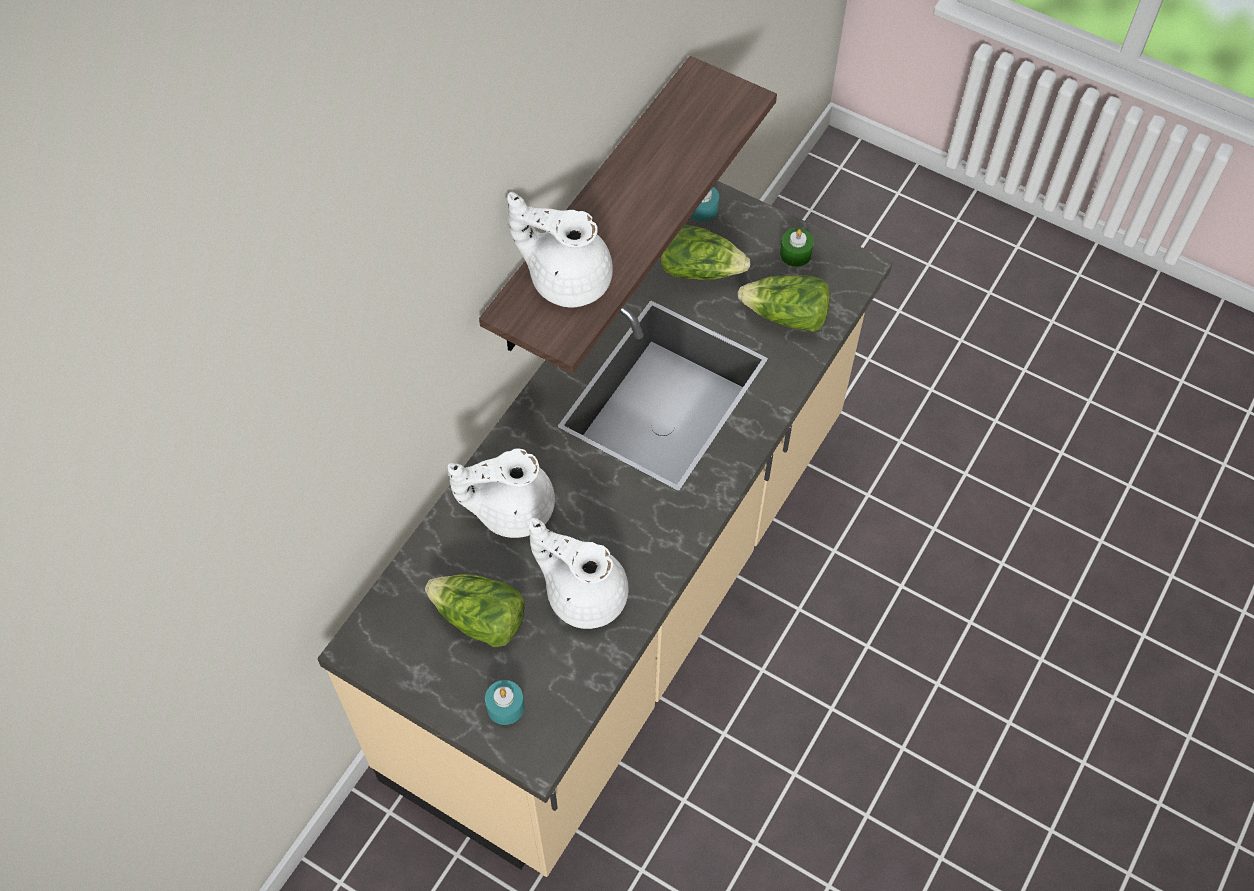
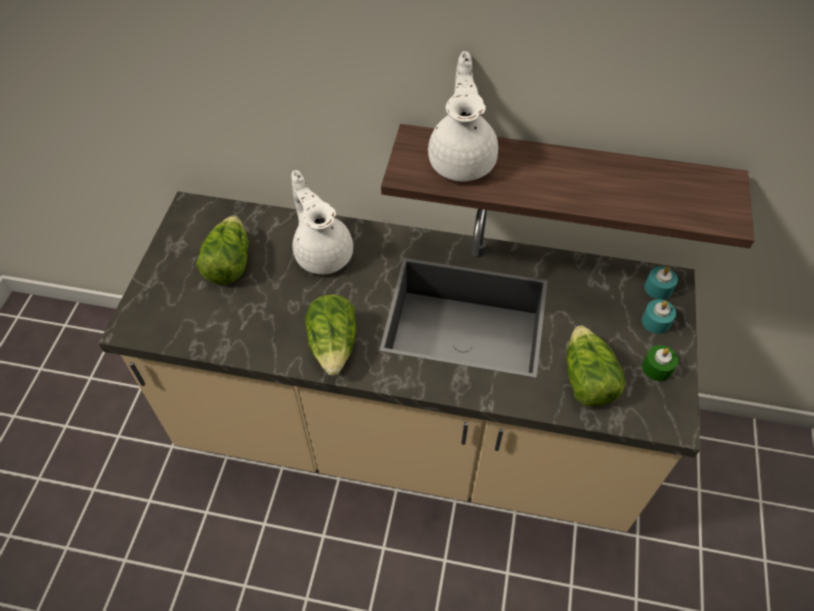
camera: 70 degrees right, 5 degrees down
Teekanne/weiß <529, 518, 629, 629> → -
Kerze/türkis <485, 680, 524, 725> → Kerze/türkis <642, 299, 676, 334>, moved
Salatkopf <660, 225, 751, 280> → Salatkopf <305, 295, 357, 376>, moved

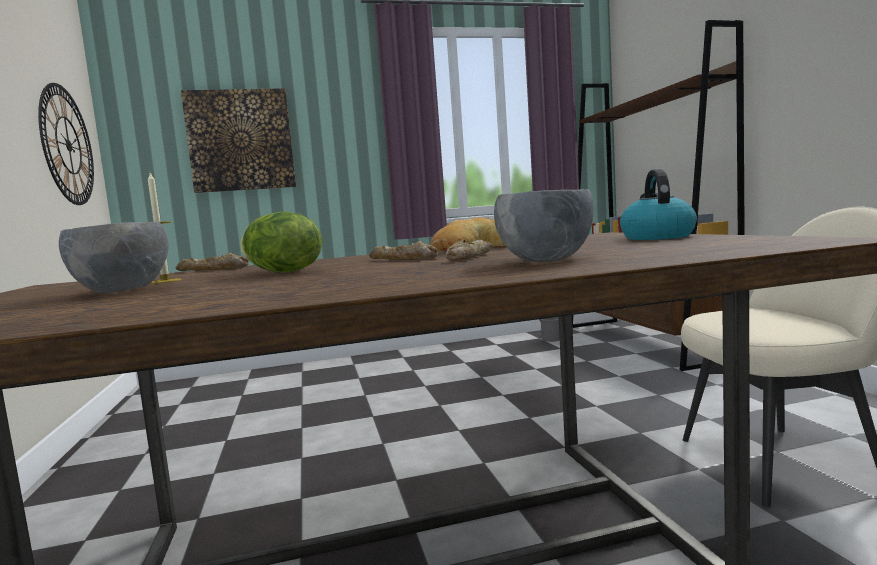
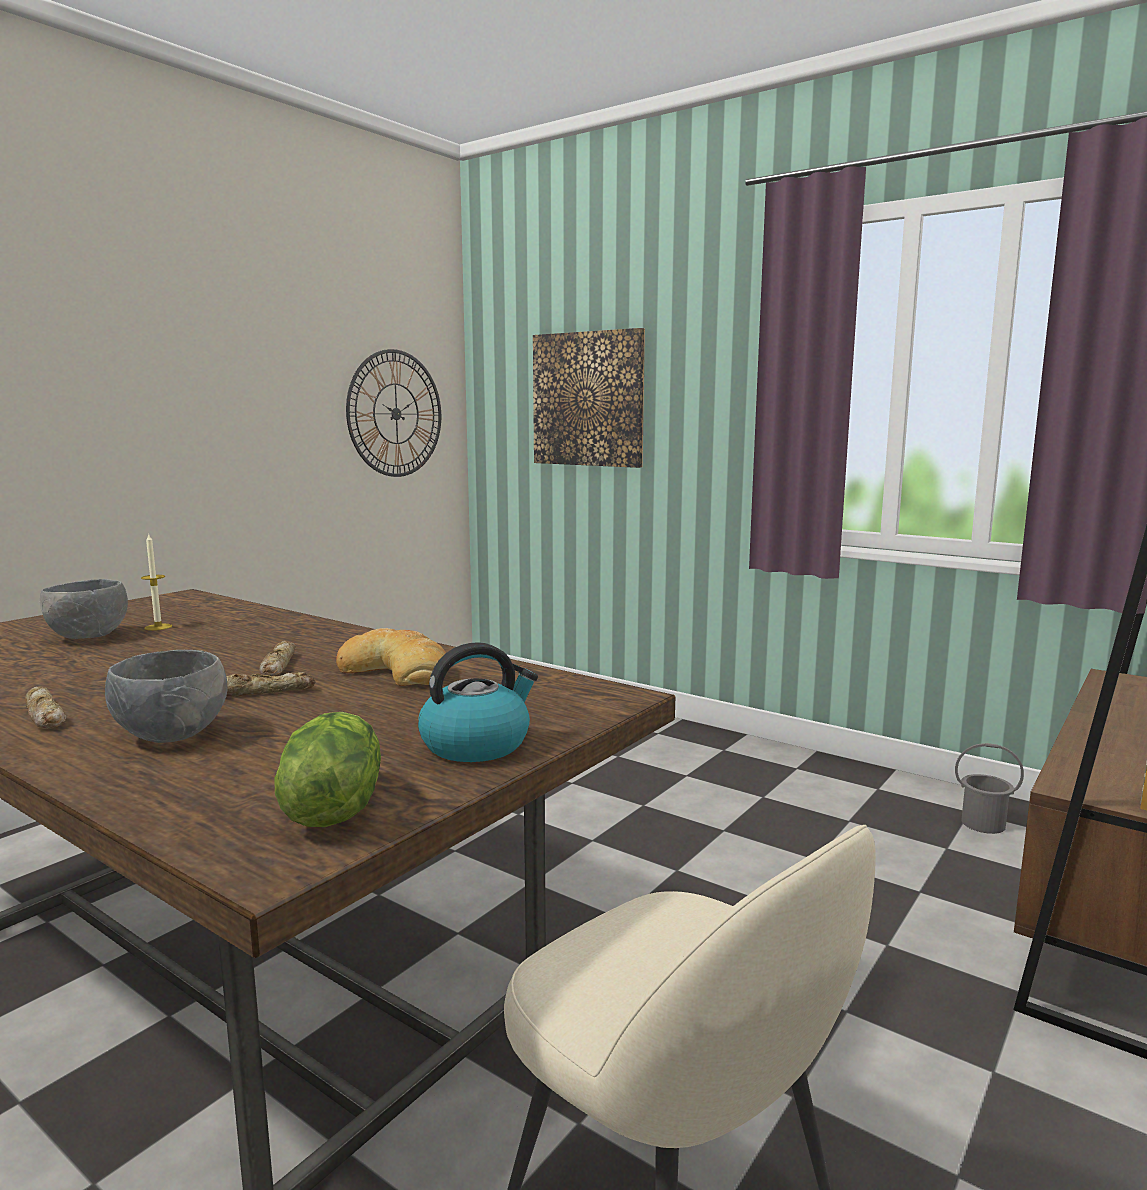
camera: 50 degrees right, 5 degrees up
Brot <176, 252, 249, 271> → Brot <25, 687, 66, 729>, moved
Salatkopf <240, 212, 322, 273> → Salatkopf <274, 712, 381, 827>, moved

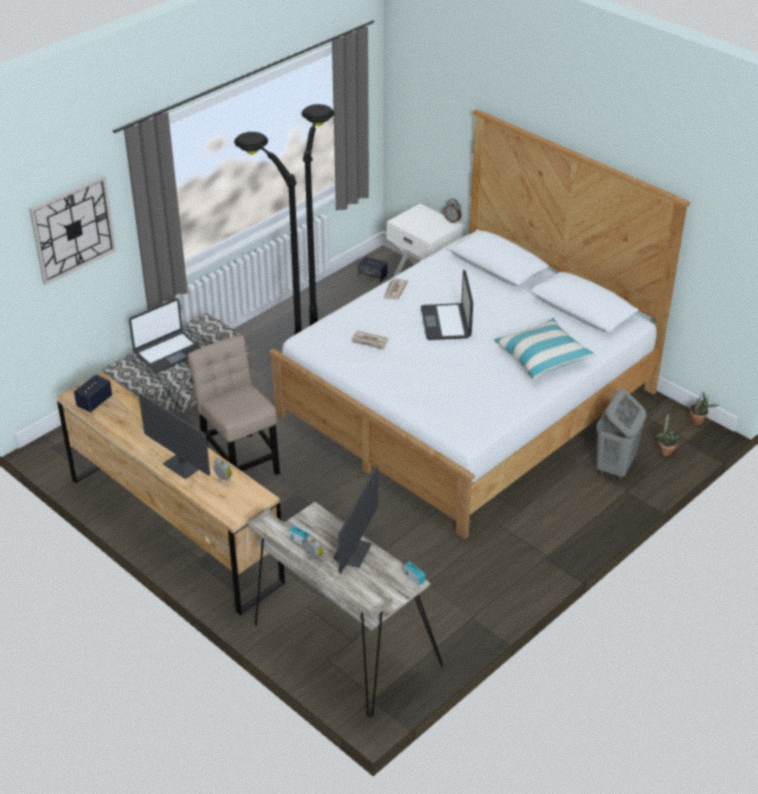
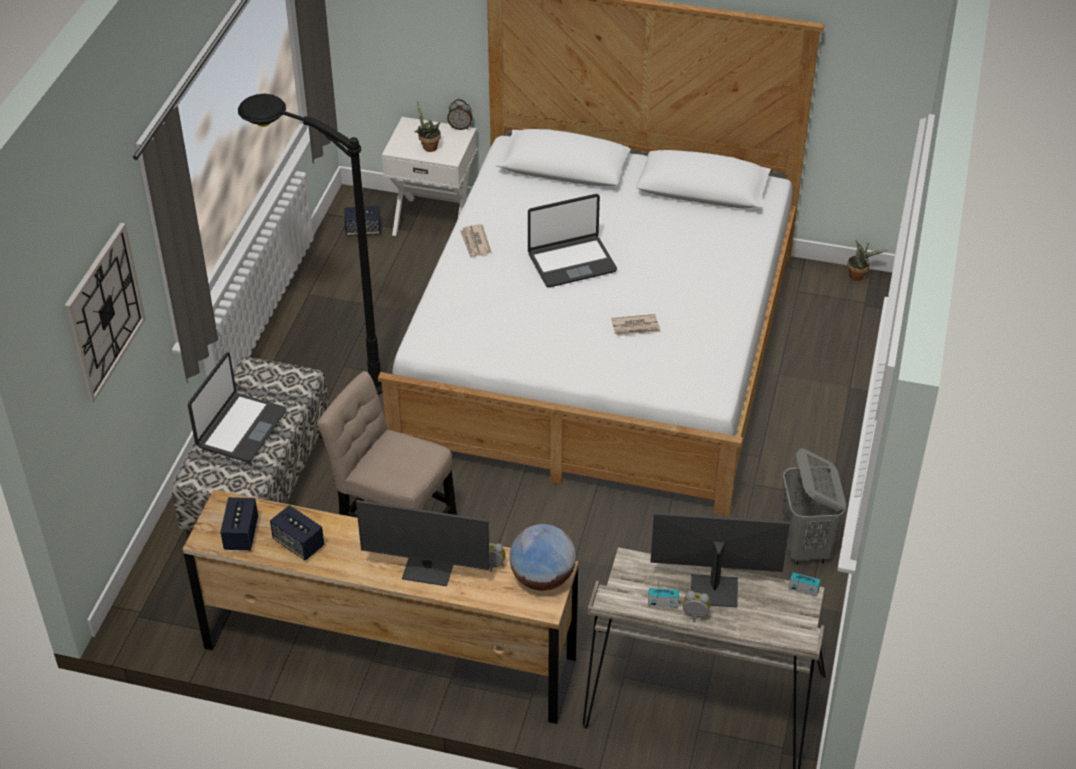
camera: 30 degrees left, 5 degrees up
Stehlampe/schwarz <301, 104, 334, 326> → -
Kissen <494, 318, 596, 380> → -
- → Lautsprecher <270, 505, 324, 561>
- → Globus <510, 524, 576, 591>
Zeitung <351, 331, 389, 350> → Zeitung <611, 314, 661, 336>, moved
Wäschekorb/grau <596, 389, 646, 480> → Wäschekorb/grau <782, 448, 846, 564>, moved
Topfpflanze <656, 412, 680, 456> → Topfpflanze <414, 101, 441, 152>, moved
Monitor <333, 466, 378, 574> → Monitor <650, 512, 790, 607>, 75 degrees counterclockwise
Laptop <421, 270, 473, 340> → Laptop <528, 194, 617, 287>, 75 degrees counterclockwise

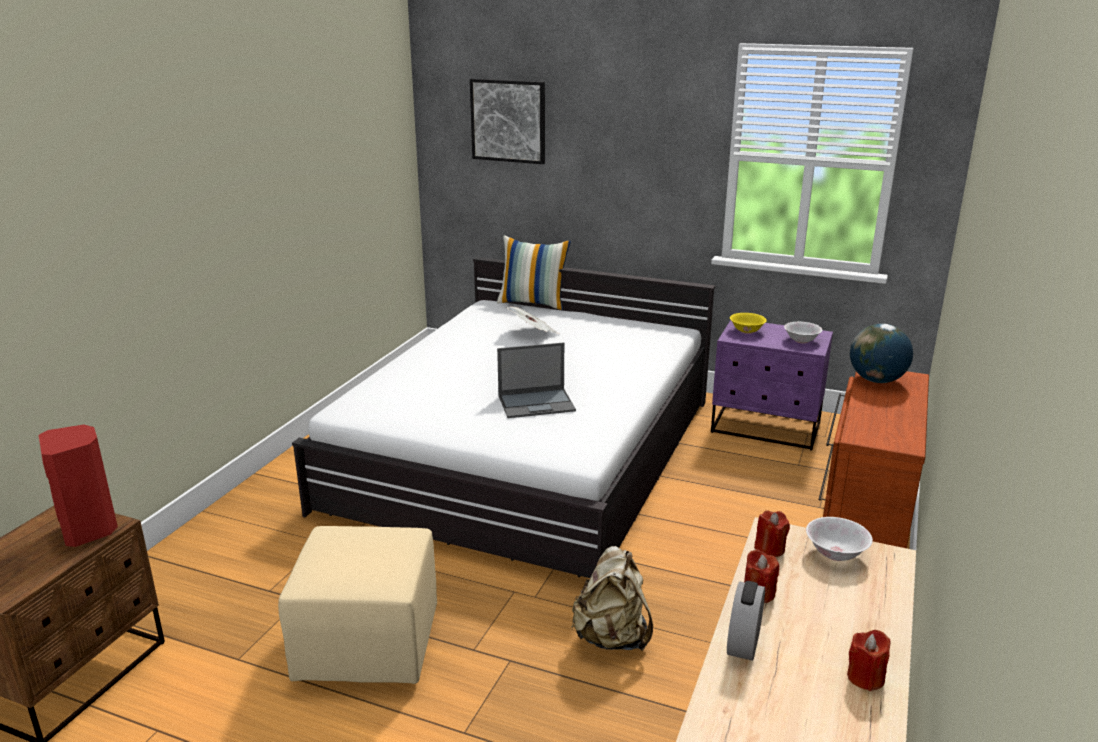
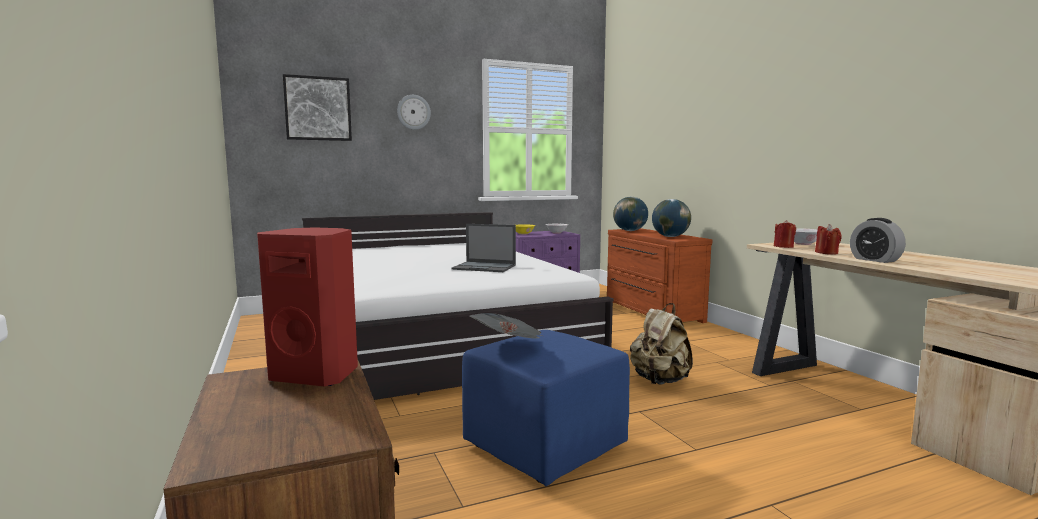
camera: 45 degrees left, 15 degrees down
Kissen <497, 235, 571, 310> → -
Kerze/rot <847, 630, 890, 691> → -
- → Wanduhr <397, 95, 431, 130>
- → Globus <652, 199, 691, 237>
Zeitung <506, 306, 560, 334> → Zeitung <469, 313, 542, 339>, moved
Polsterhocker/beige <278, 526, 437, 684> → Polsterhocker/blau <462, 330, 630, 486>
Laptop <497, 342, 576, 418> → Laptop <451, 224, 516, 272>, 75 degrees clockwise

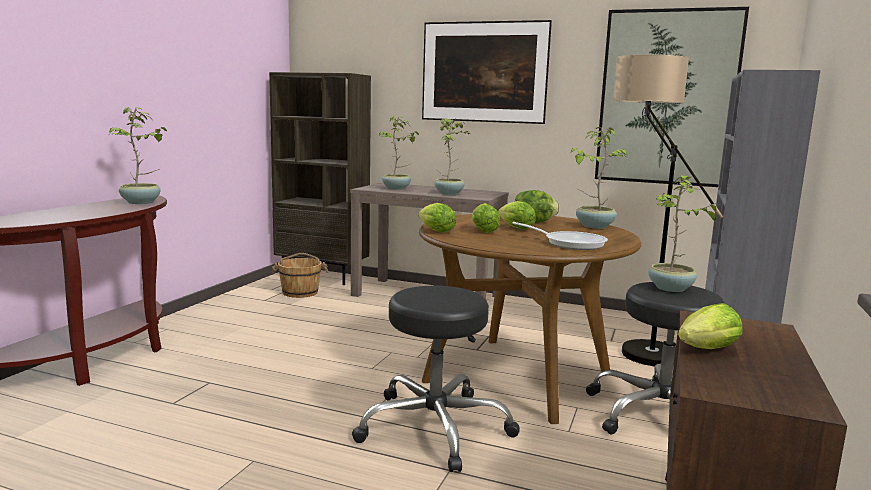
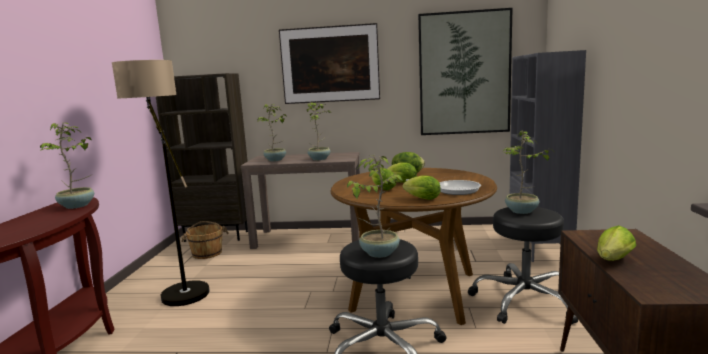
camera: 15 degrees left, 0 degrees up
Salatkopf <418, 203, 456, 233> → Salatkopf <402, 175, 441, 200>, moved
Topfpflanze <571, 127, 628, 229> → Topfpflanze <347, 155, 403, 258>, moved
Stehlampe <613, 55, 724, 366> → Stehlampe <112, 60, 210, 306>, moved

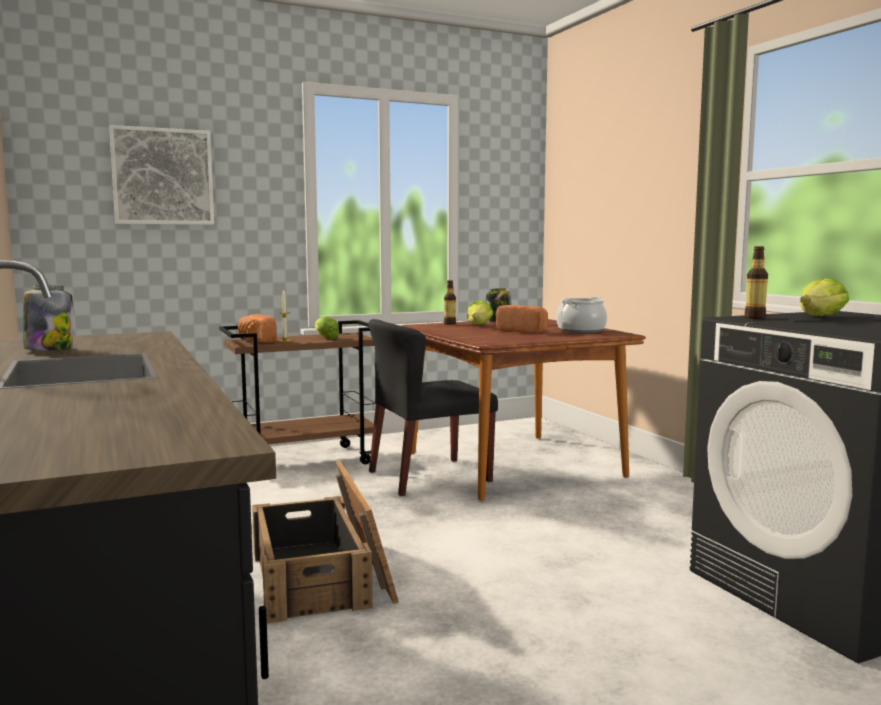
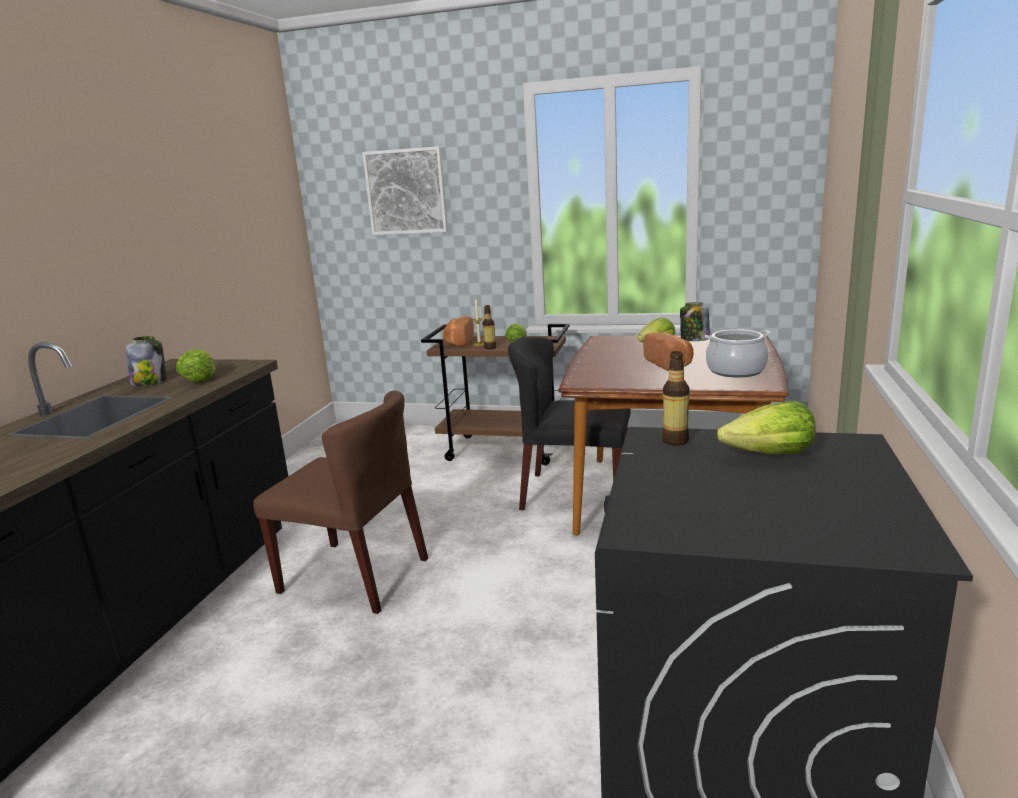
camera: 40 degrees right, 10 degrees up
- → Salatkopf <176, 349, 215, 382>
Flasche <444, 280, 456, 325> → Flasche <482, 305, 496, 350>, moved
Kiste <252, 460, 399, 624> → Stuhl/braun <253, 390, 428, 614>

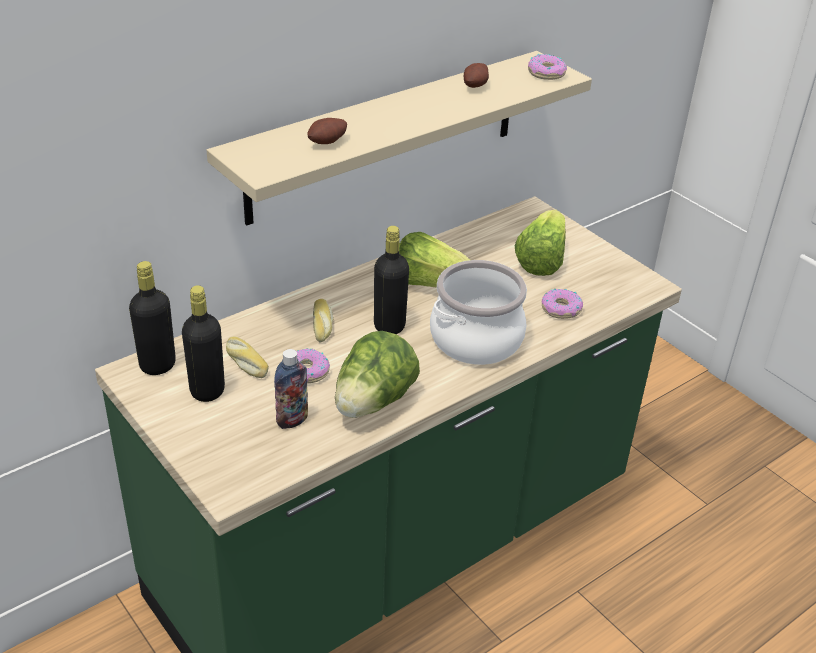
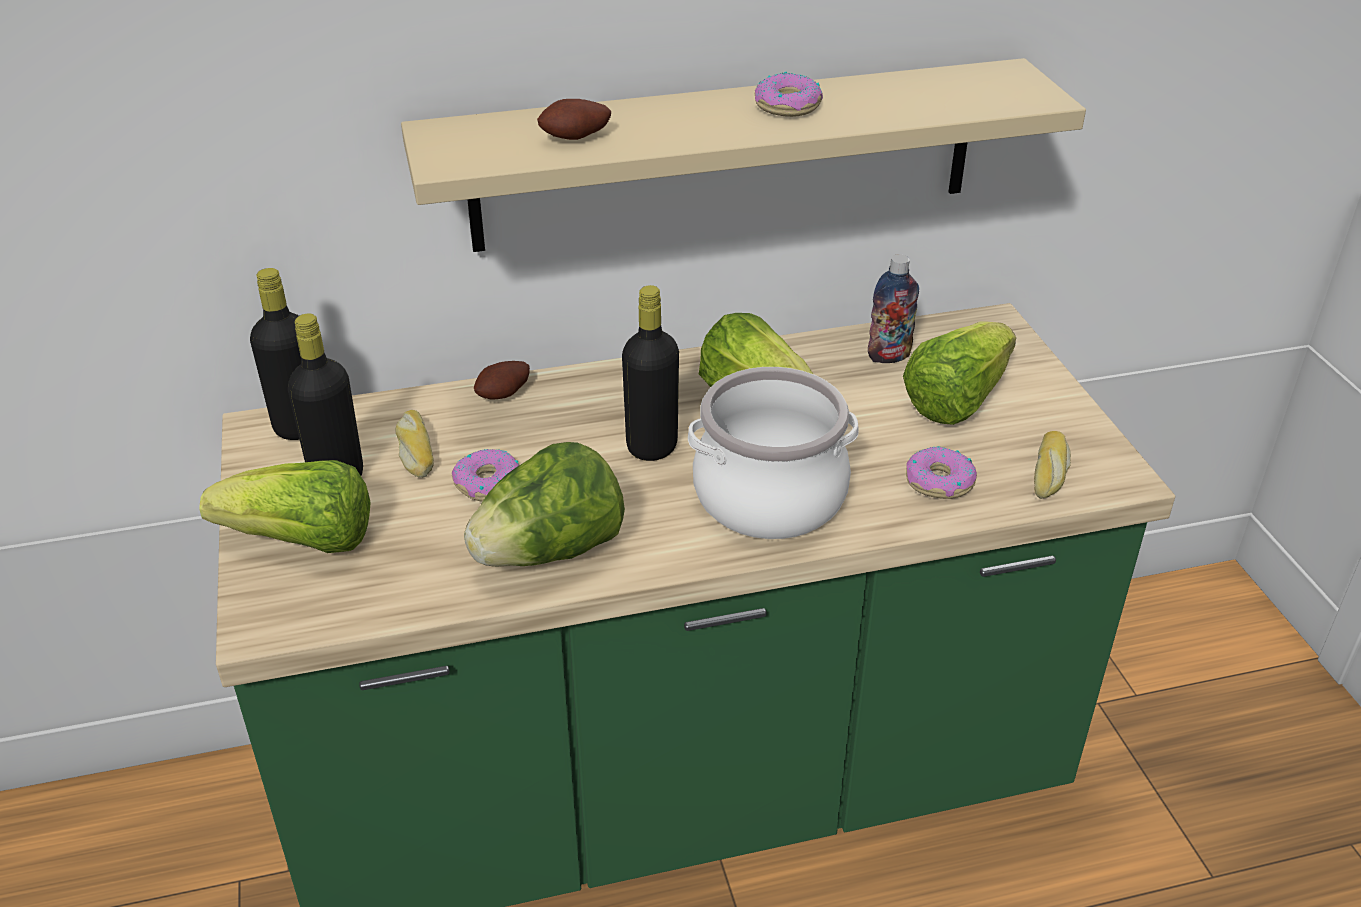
camera: 25 degrees right, 0 degrees up
- → Salatkopf <199, 460, 371, 553>
Flasche <274, 349, 308, 429> → Flasche <868, 254, 919, 363>, moved
Brot <313, 299, 334, 343> → Brot <1034, 431, 1071, 499>, moved
Kartoffel <464, 63, 489, 88> → Kartoffel <474, 361, 530, 399>, moved
Donut <528, 54, 567, 80> → Donut <755, 72, 823, 117>, moved

